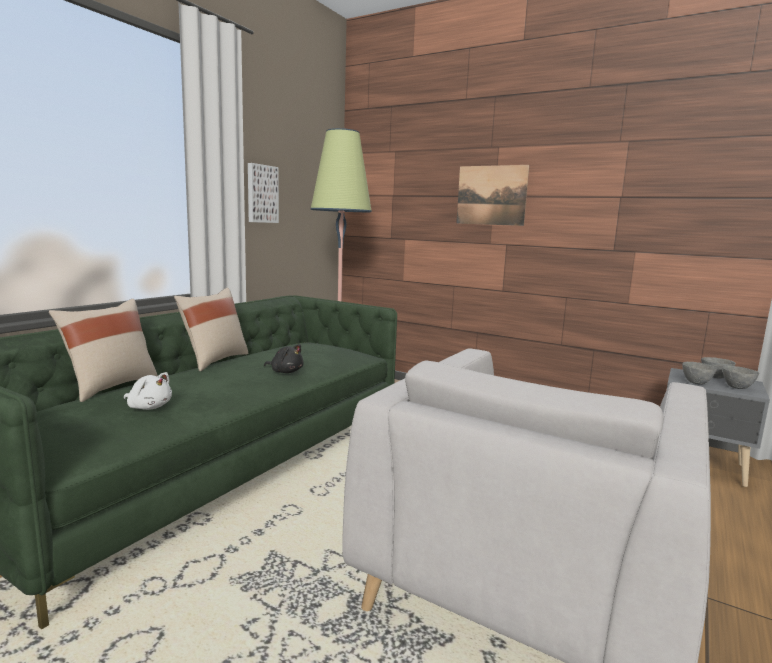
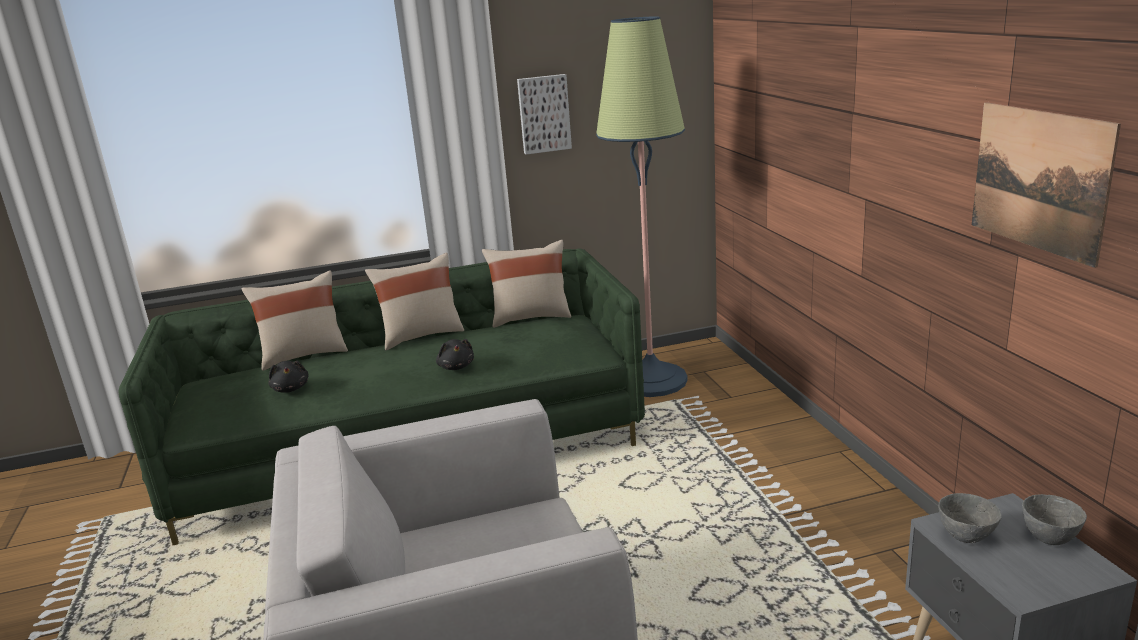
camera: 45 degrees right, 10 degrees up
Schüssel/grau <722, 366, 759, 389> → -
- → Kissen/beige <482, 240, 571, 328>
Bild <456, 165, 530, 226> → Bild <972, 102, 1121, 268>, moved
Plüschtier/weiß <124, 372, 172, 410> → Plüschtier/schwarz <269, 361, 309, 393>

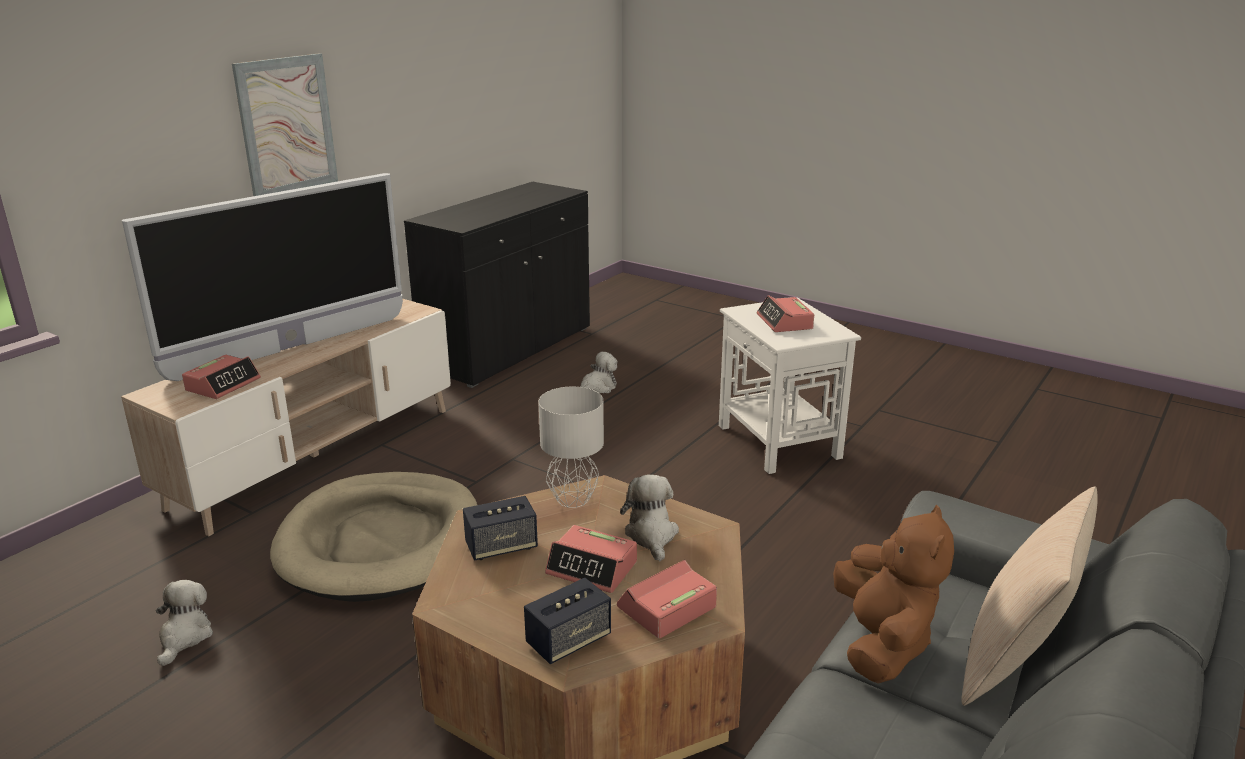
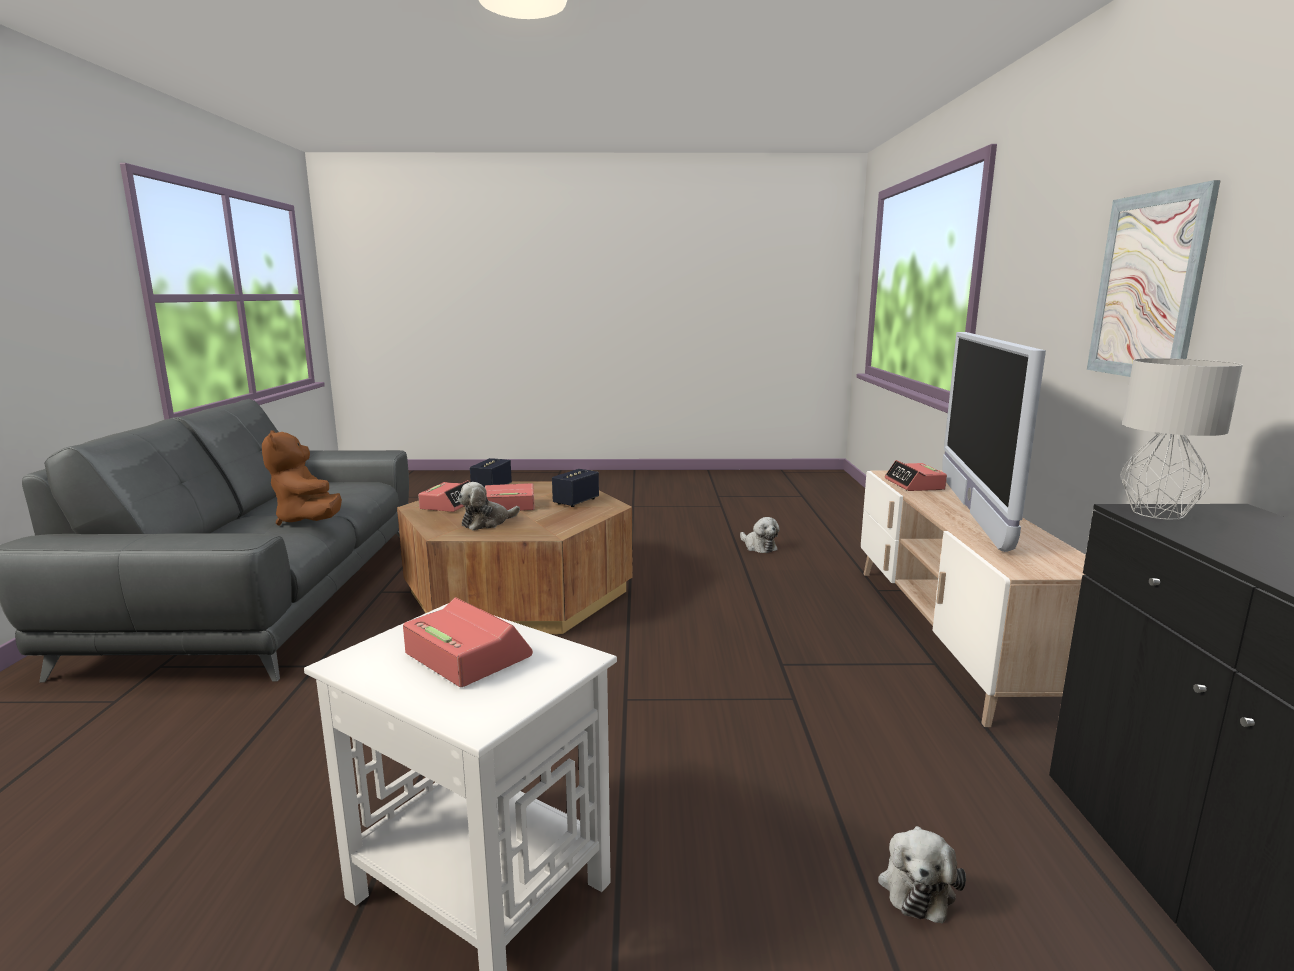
camera: 145 degrees right, 10 degrees down
Hundebett/beige <270, 472, 477, 602> → -
Kissen/beige <961, 487, 1098, 706> → -
Tischlampe/grau <538, 387, 604, 508> → Tischlampe/grau <1121, 358, 1243, 520>, moved
Plüschtier <620, 475, 679, 562> → Plüschtier <458, 482, 520, 530>, 90 degrees clockwise

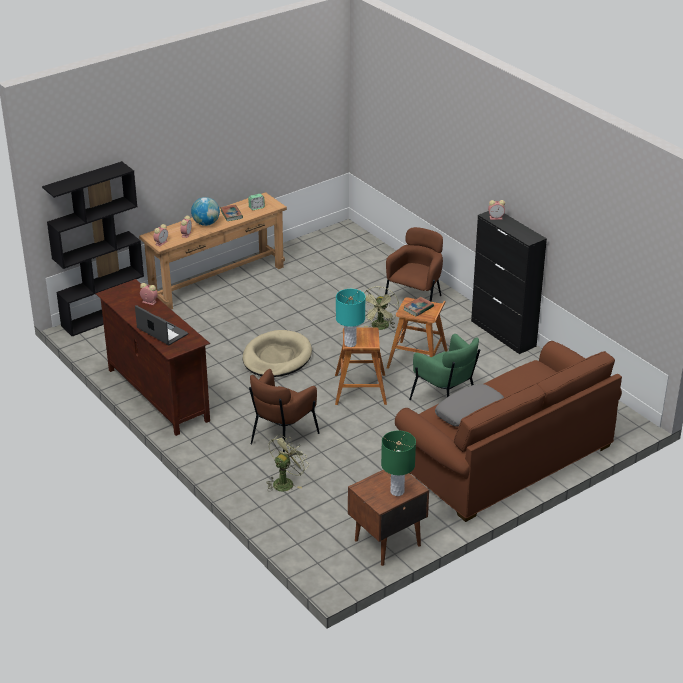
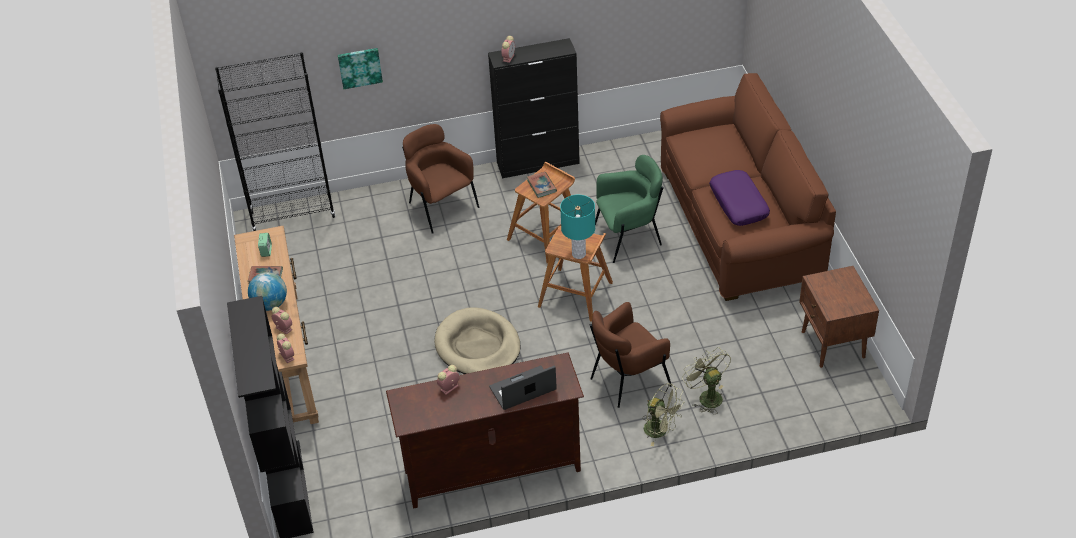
camera: 65 degrees left, 10 degrees up
Tischlampe/grün <381, 430, 416, 496> → -
- → Bücherregal/schwarz <215, 52, 336, 231>
- → Bild <338, 48, 383, 89>
Ventilator/grün <364, 287, 399, 330> → Ventilator/grün <642, 383, 685, 446>, moved
Kissen/grau <435, 384, 504, 427> → Kissen/lila <709, 170, 770, 226>
Sessel/braun <249, 369, 320, 452> → Sessel/braun <590, 302, 672, 408>, 90 degrees clockwise

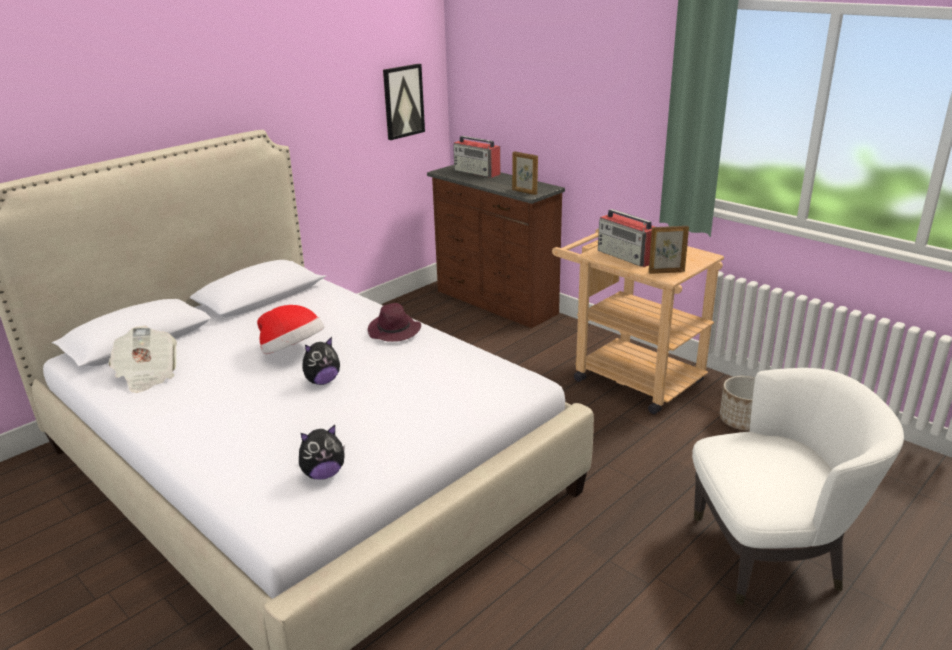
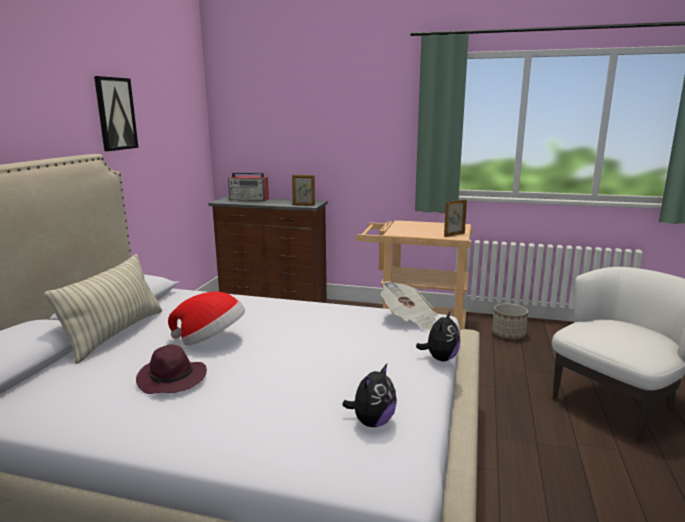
camera: 30 degrees left, 10 degrees down
Radio <598, 209, 655, 267> → -
- → Kissen <44, 254, 162, 364>
Zeitung <108, 326, 177, 393> → Zeitung <381, 281, 438, 330>, moved
Plüschtier <302, 337, 340, 385> → Plüschtier <416, 310, 460, 362>, moved
Hut/lila <368, 303, 421, 342> → Hut/lila <136, 344, 207, 394>, moved
Bild <383, 64, 425, 140> → Bild <94, 76, 138, 151>, moved

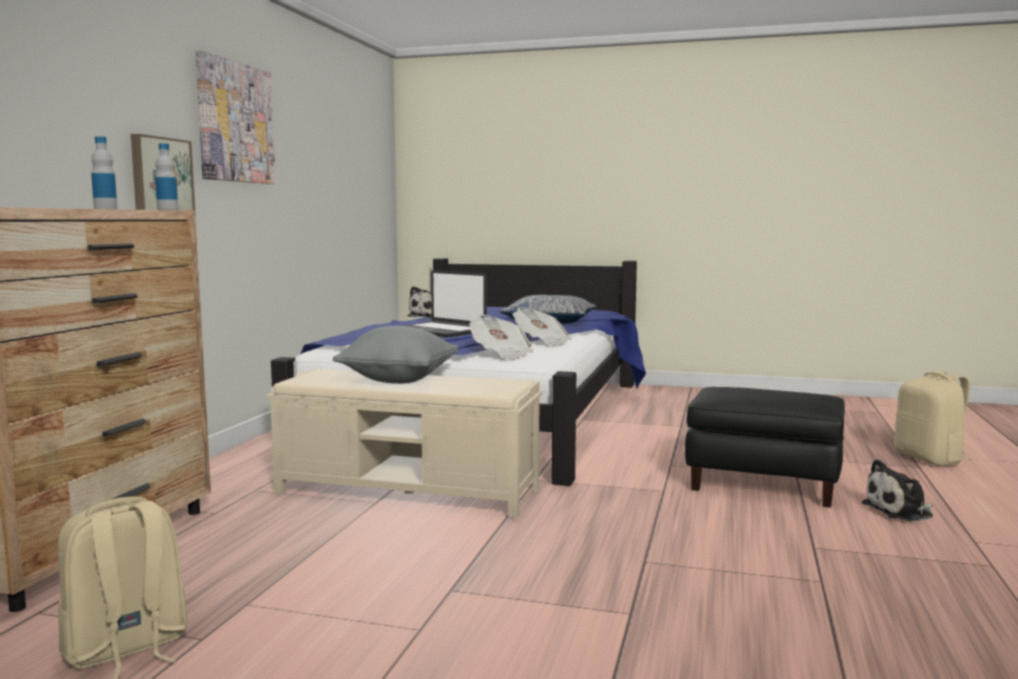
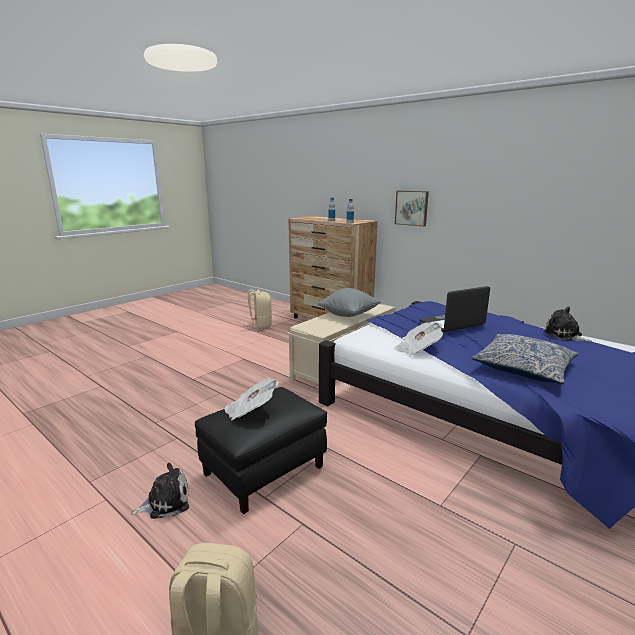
camera: 115 degrees right, 10 degrees up
Bild <196, 50, 276, 184> → -
Zeitung <469, 315, 534, 360> → Zeitung <224, 378, 279, 420>, moved
Plüschtier <861, 459, 933, 521> → Plüschtier <131, 463, 189, 519>, 60 degrees clockwise

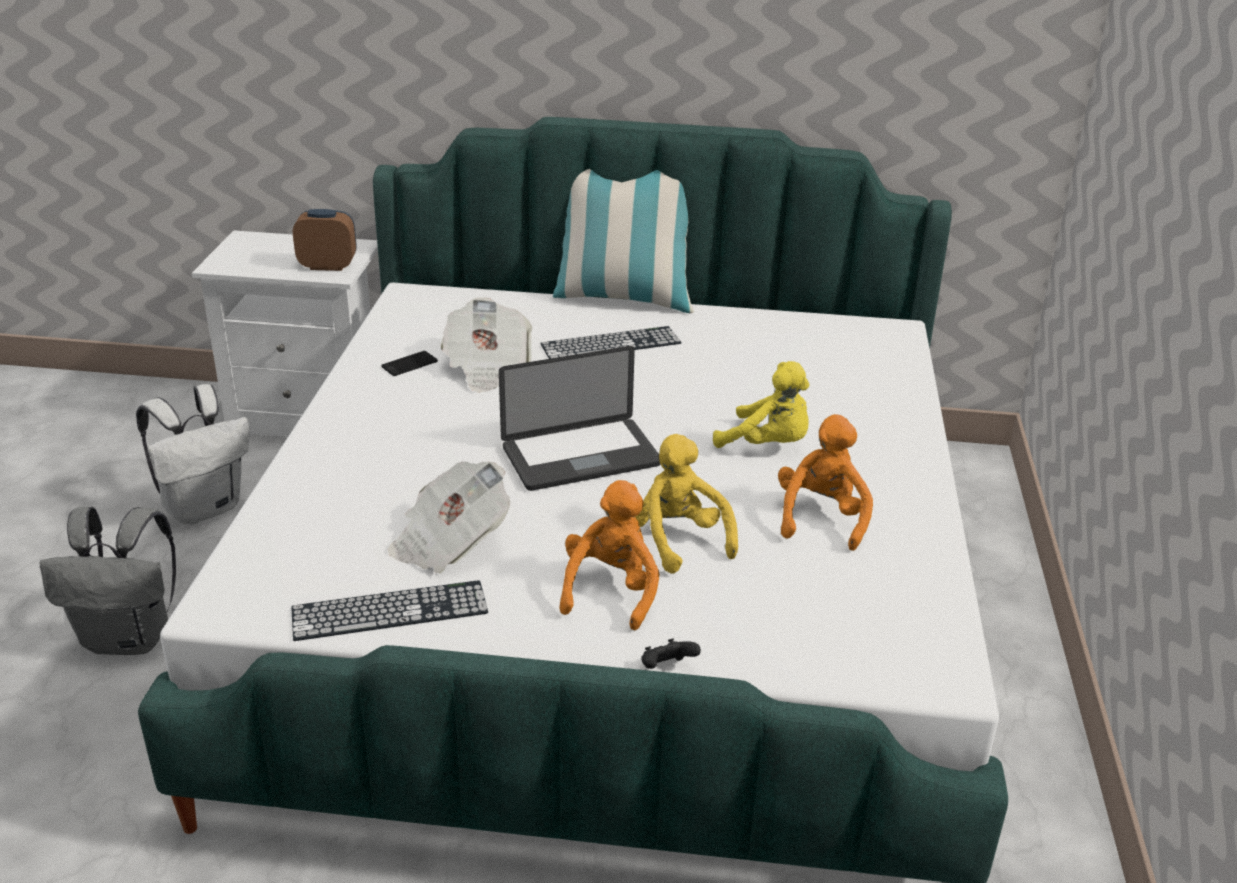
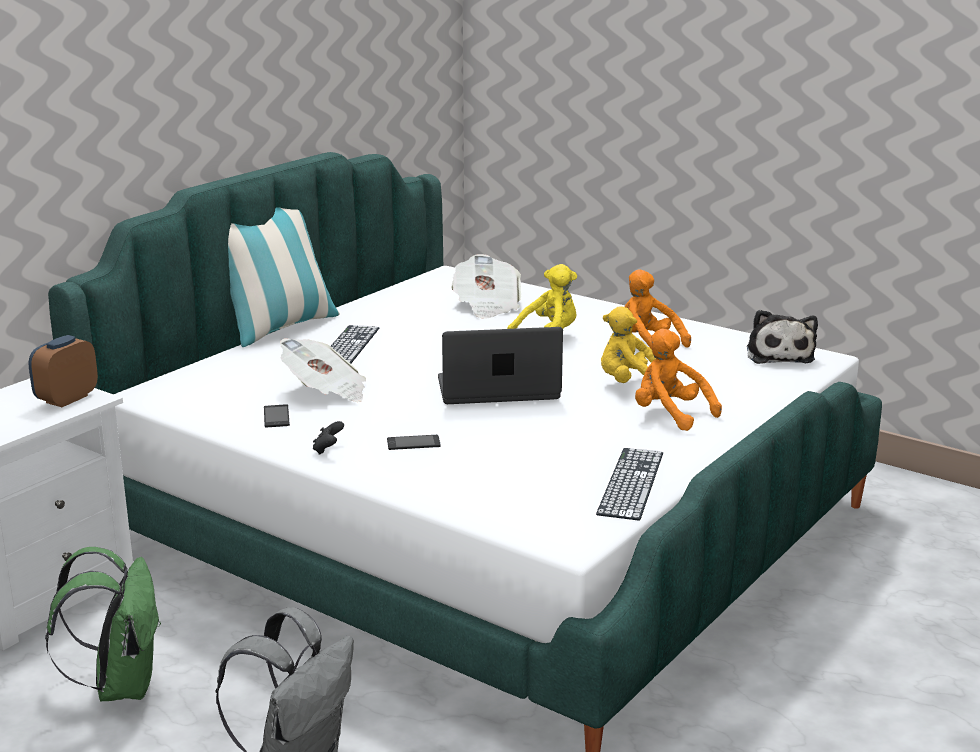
camera: 60 degrees left, 10 degrees down
- → Handy <387, 435, 441, 450>
- → Plüschtier <747, 310, 818, 364>
Zeitung <388, 461, 510, 573> → Zeitung <451, 254, 521, 319>, moved
Gamepad/schwarz <641, 639, 701, 669> → Gamepad/schwarz <313, 421, 344, 455>, moved
Rucksack/weiß <136, 384, 249, 524> → Rucksack/grün <45, 547, 161, 701>
Laptop <499, 346, 661, 491> → Laptop <438, 327, 563, 404>, 105 degrees counterclockwise

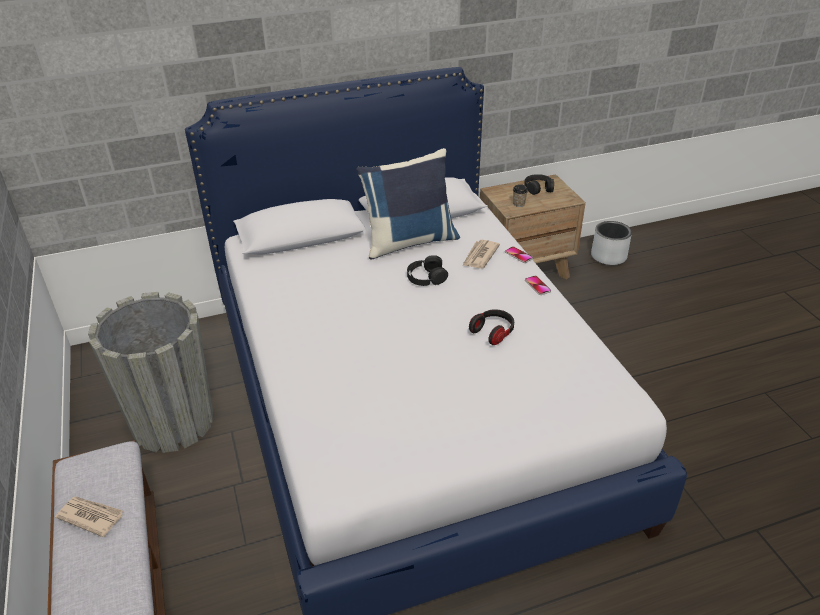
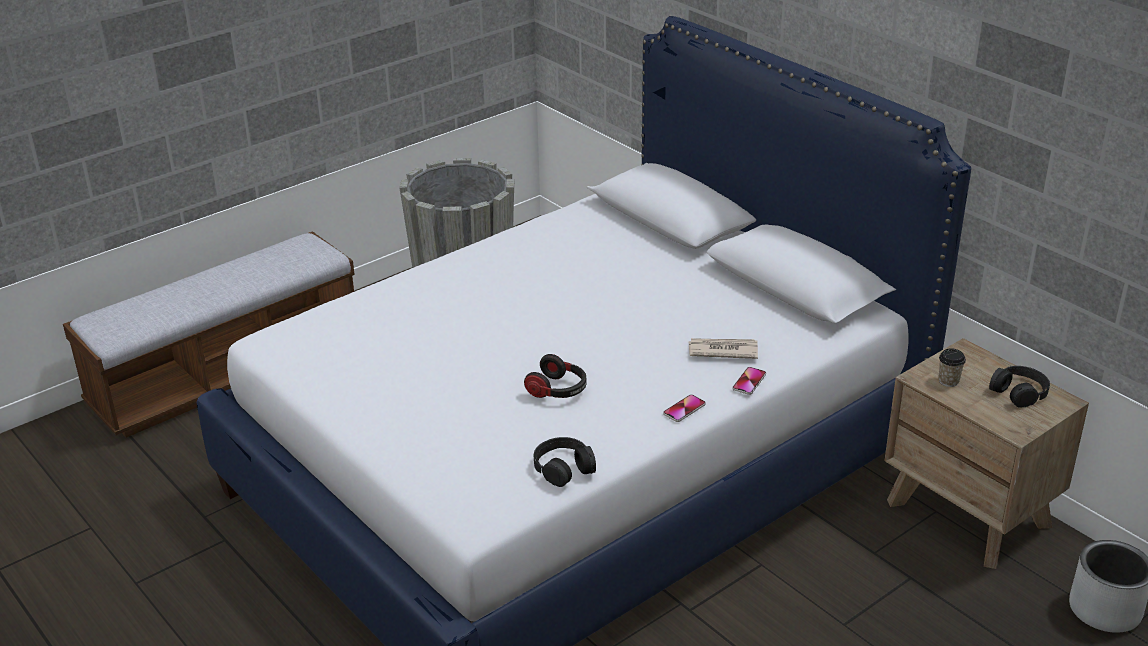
camera: 70 degrees right, 5 degrees down
Zeitung <55, 496, 123, 537> → -
Kissen/blau <356, 148, 460, 259> → -
Kopfhörer/schwarz <407, 255, 448, 286> → Kopfhörer/schwarz <534, 437, 596, 487>, moved

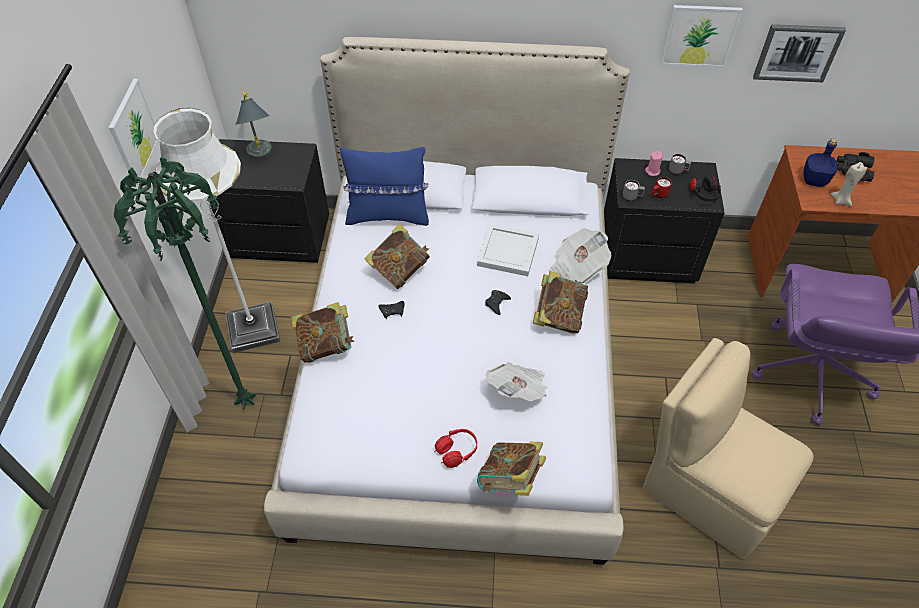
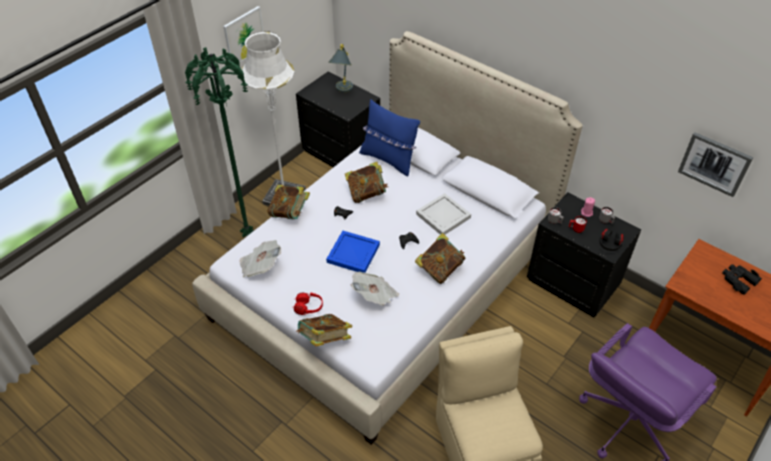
camera: 35 degrees right, 5 degrees down
Bild <660, 5, 743, 67> → -
Flasche/blau <803, 139, 838, 187> → -
Kerze/beige <831, 162, 867, 206> → -
- → Tablett/blau <326, 231, 380, 273>
Zeitung <549, 228, 611, 284> → Zeitung <240, 240, 281, 278>, moved

